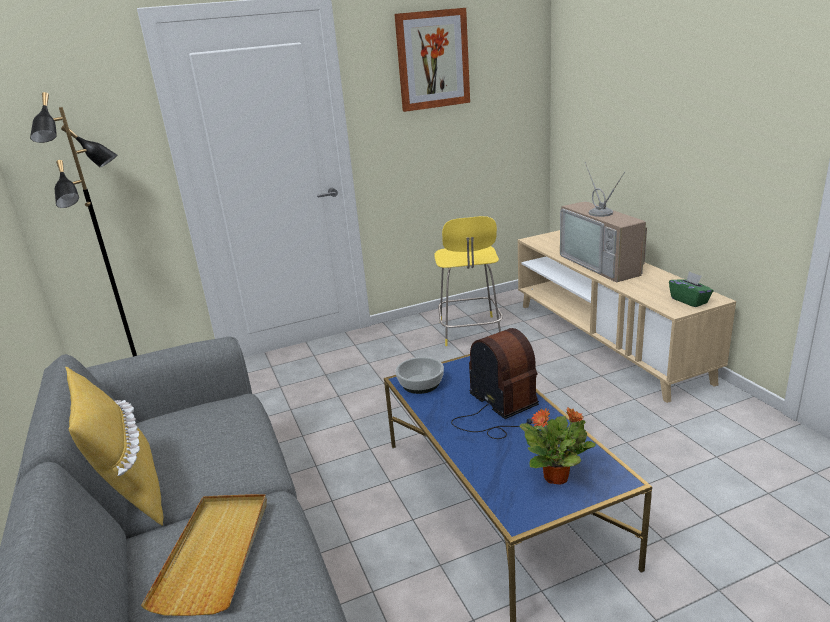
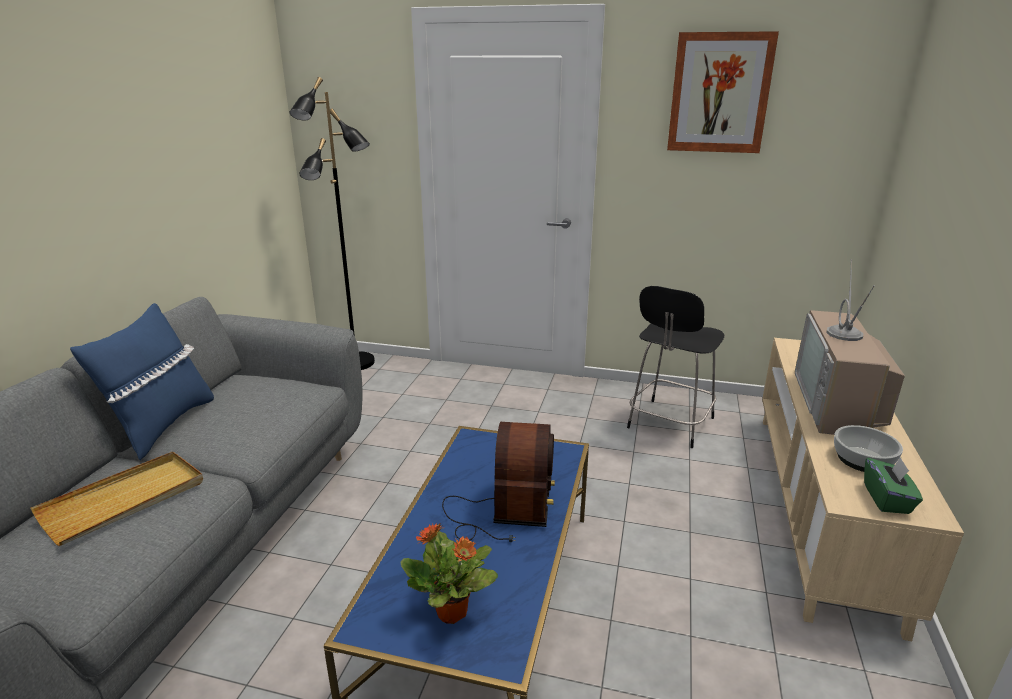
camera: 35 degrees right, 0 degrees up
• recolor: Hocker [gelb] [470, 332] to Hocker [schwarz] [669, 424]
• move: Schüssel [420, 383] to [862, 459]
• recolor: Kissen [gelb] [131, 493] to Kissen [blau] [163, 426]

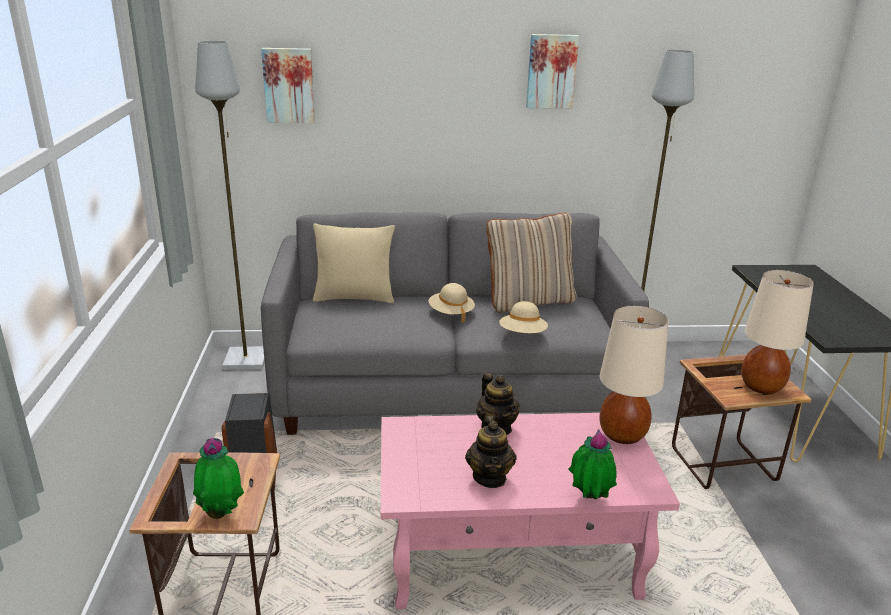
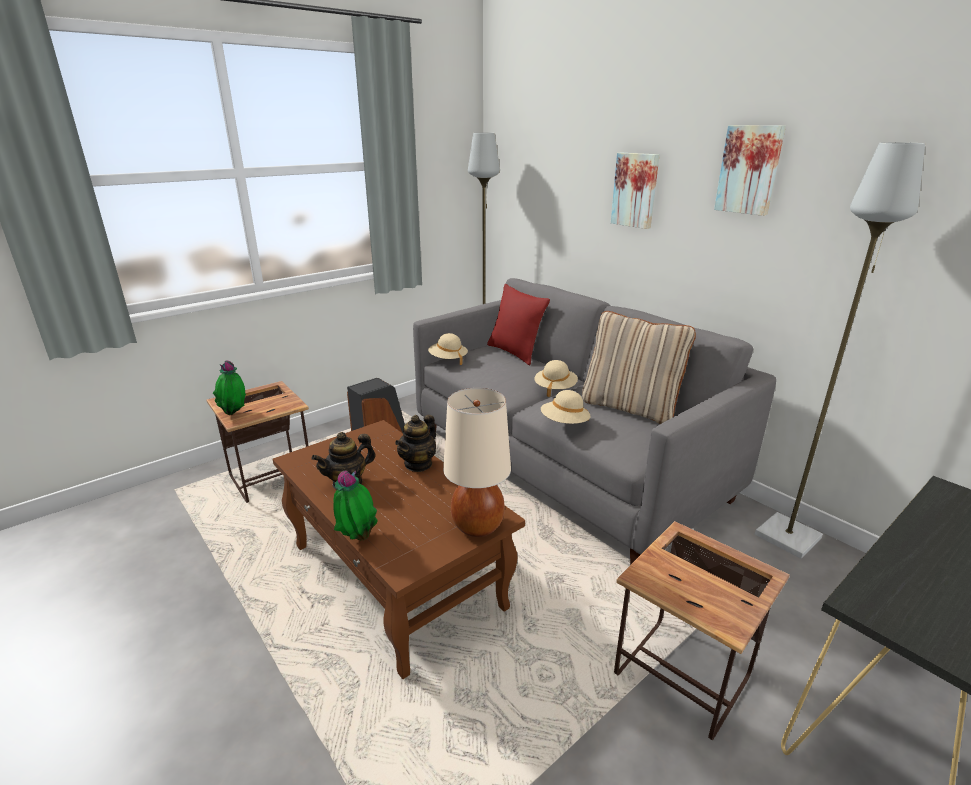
camera: 55 degrees right, 0 degrees up
• move: Bild [289, 85] to [636, 190]
• recolor: Kissen [beige] [354, 298] to Kissen [rot] [515, 353]
• delete: Tischlampe [beige] [761, 386]
• recolor: Couchtisch [rosa] [513, 553] to Couchtisch [braun] [397, 577]
• insert: Hut [beige] [448, 359]

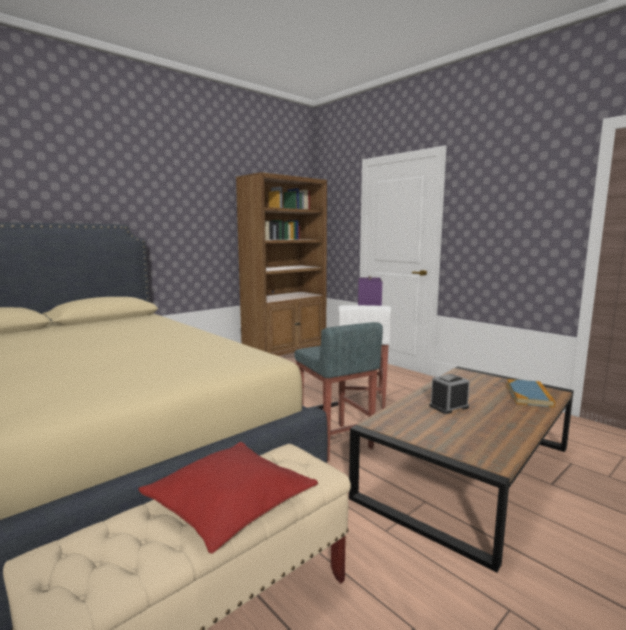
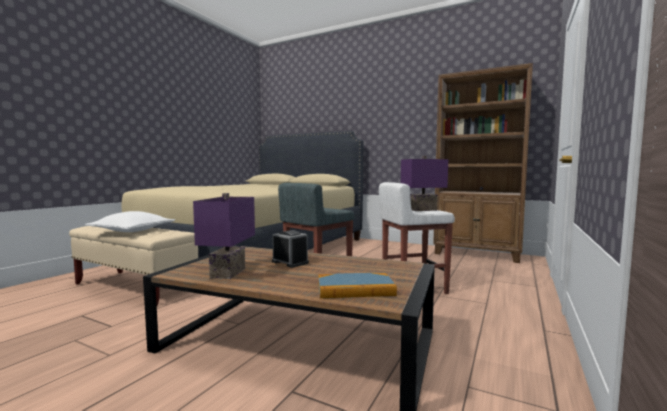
camera: 70 degrees right, 5 degrees down
• recolor: Kissen [rot] [230, 504] to Kissen [weiß] [132, 231]
• insert: Tischlampe [lila] [226, 273]

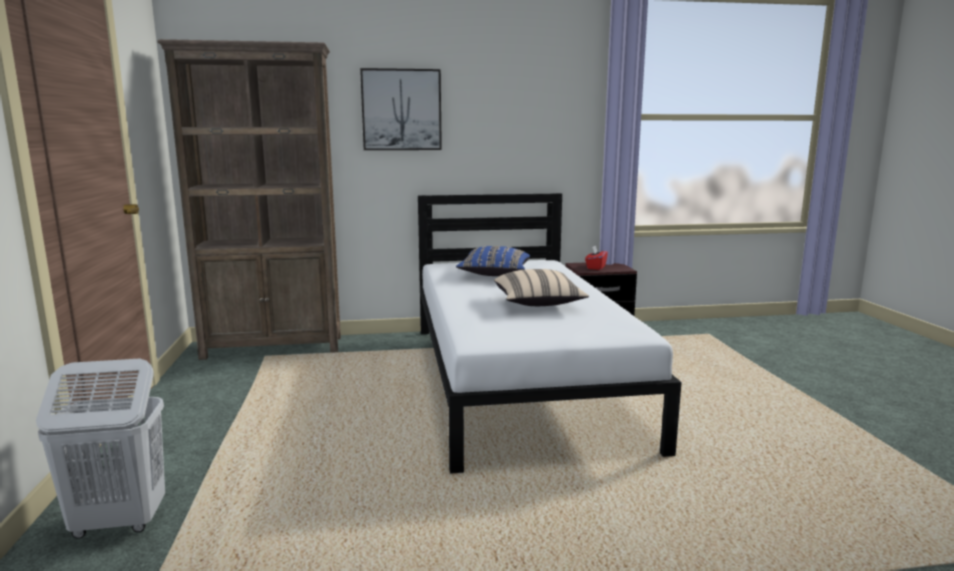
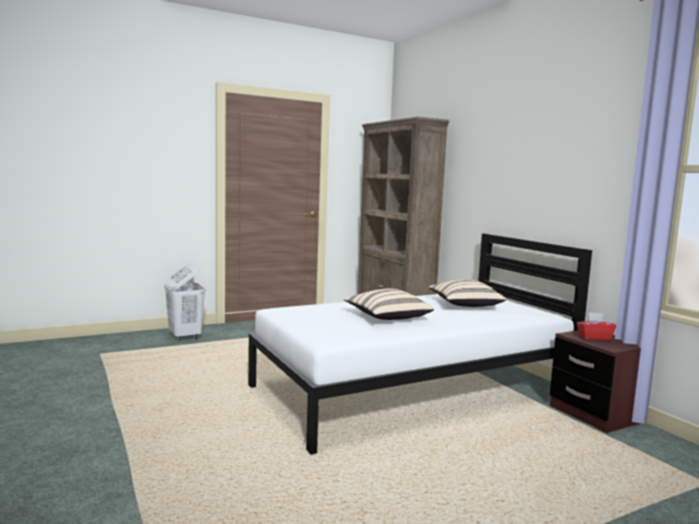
camera: 70 degrees right, 5 degrees down
• delete: Bild [401, 110]
• recolor: Kissen [blau] [494, 275] to Kissen [beige] [464, 305]

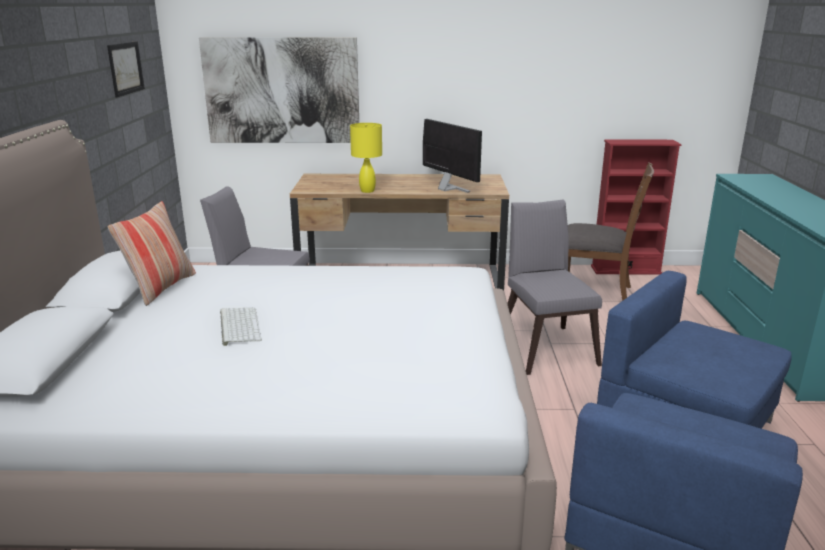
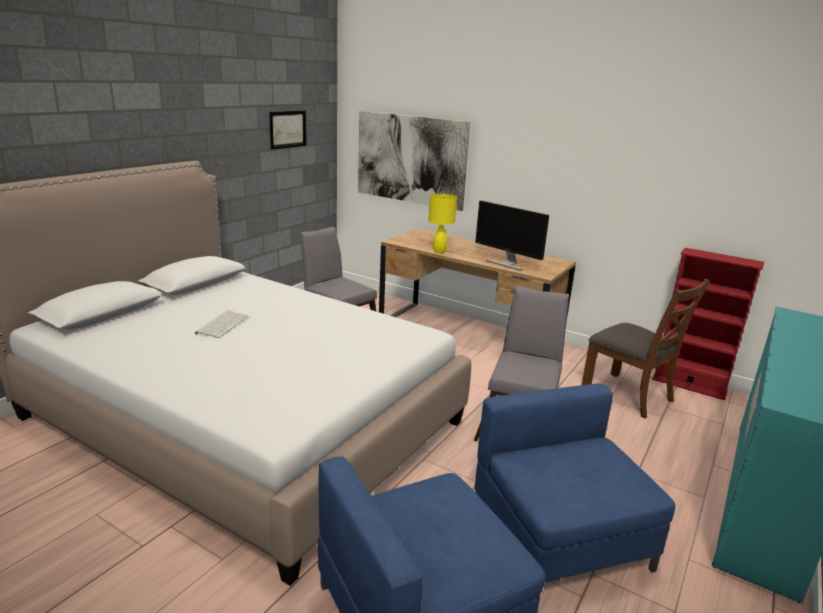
camera: 30 degrees right, 0 degrees up
• rotate: Monitor [449, 188] = [507, 264] 135 degrees clockwise
• delete: Kissen [161, 288]

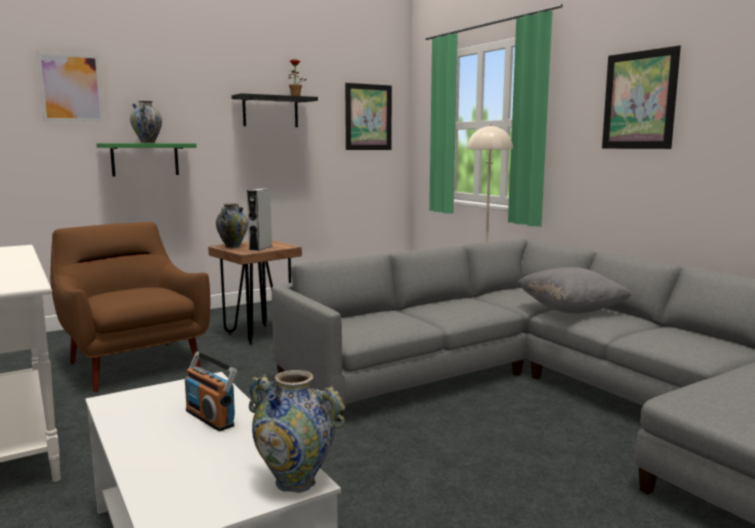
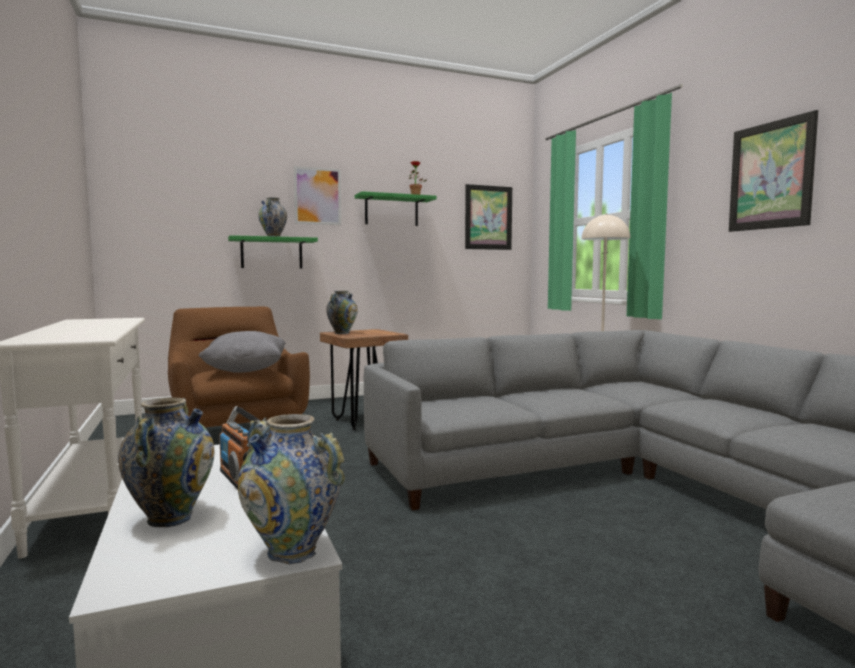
camera: 10 degrees right, 5 degrees down
• move: Bild [71, 88] to [317, 196]
• recolor: Wandregal [schwarz] [270, 111] to Wandregal [grün] [391, 211]
• delete: Lautsprecher [grau] [260, 248]
• move: Kissen [grau] [571, 310] to [246, 371]
• insert: Vase [170, 518]

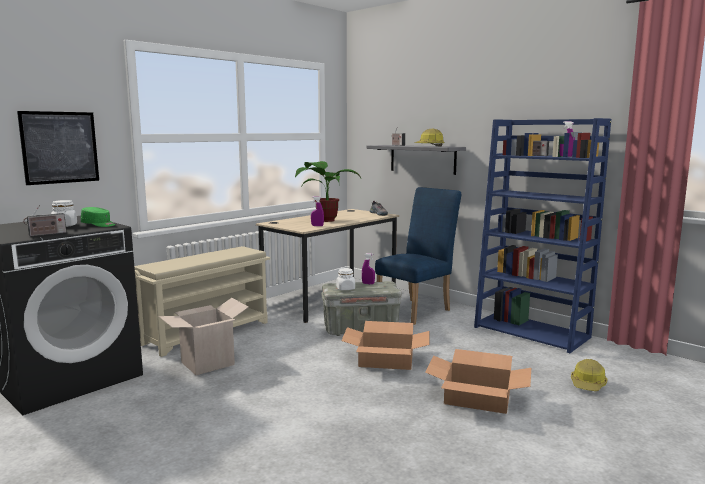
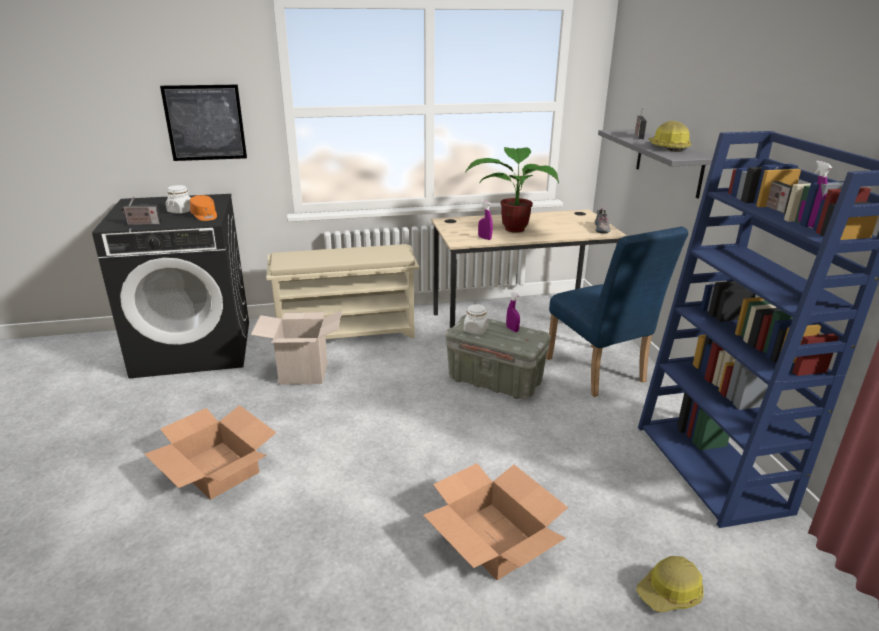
camera: 35 degrees right, 15 degrees up
• rotate: Stuhl [blau] [417, 310] = [599, 373] 75 degrees clockwise
• recolor: Kappe [grün] [99, 225] to Kappe [orange] [205, 216]
• move: Karton [386, 360] to [217, 469]

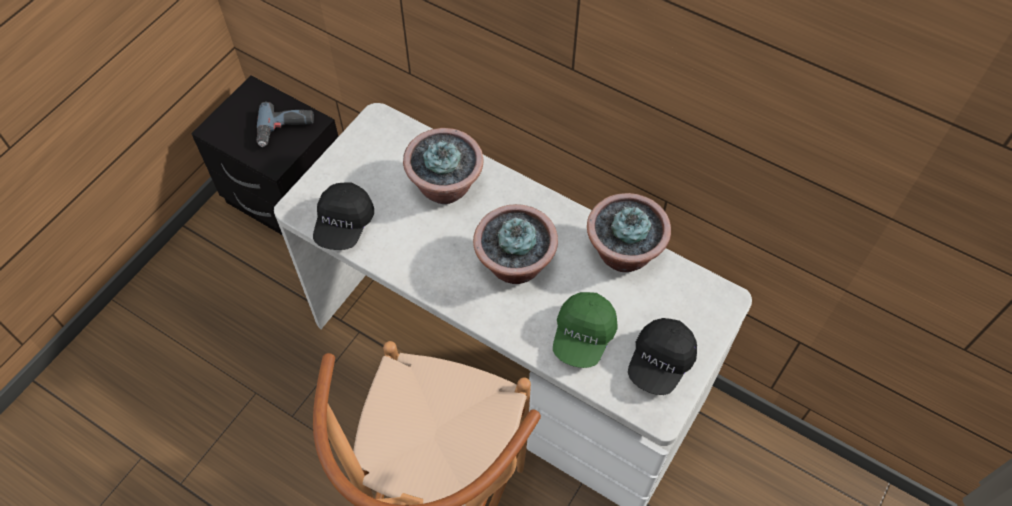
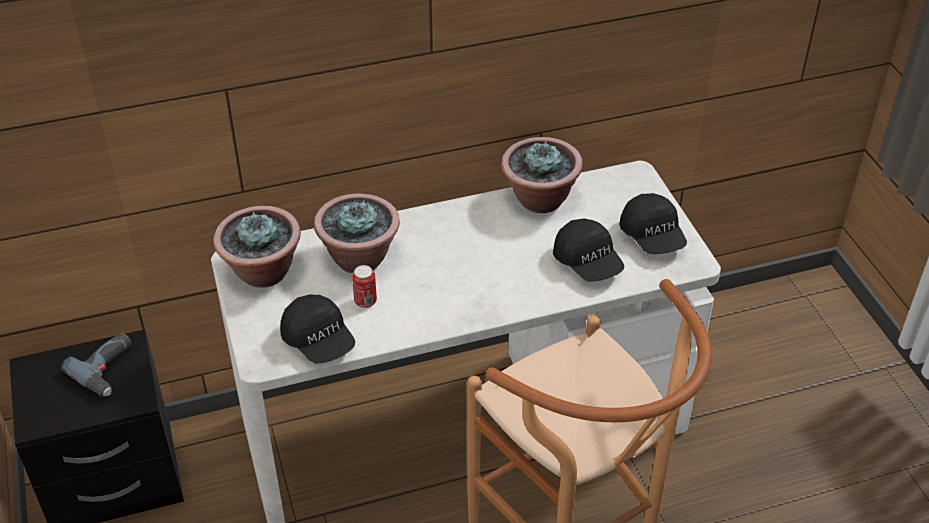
camera: 50 degrees left, 15 degrees down
• move: Topfpflanze [514, 265] to [262, 272]
• recolor: Kappe [grün] [583, 336] to Kappe [schwarz] [588, 263]
• insert: Dose [365, 301]

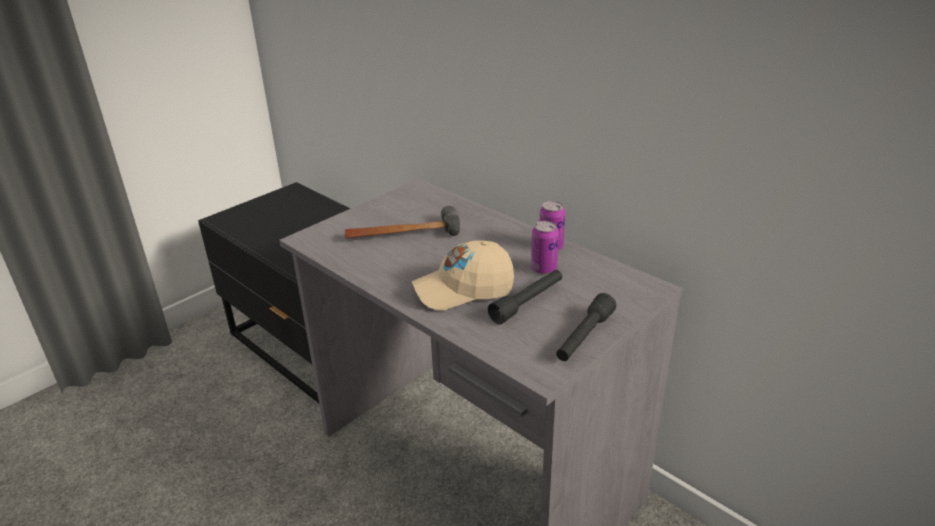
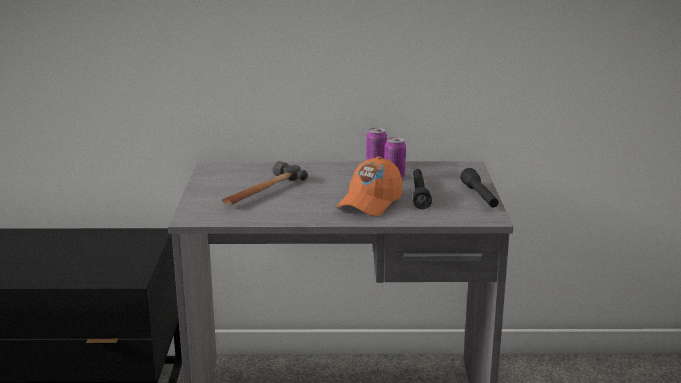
camera: 45 degrees left, 10 degrees down
• recolor: Kappe [beige] [463, 290] to Kappe [orange] [370, 203]

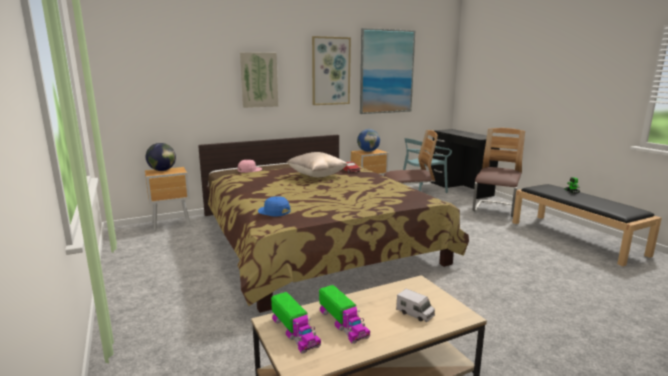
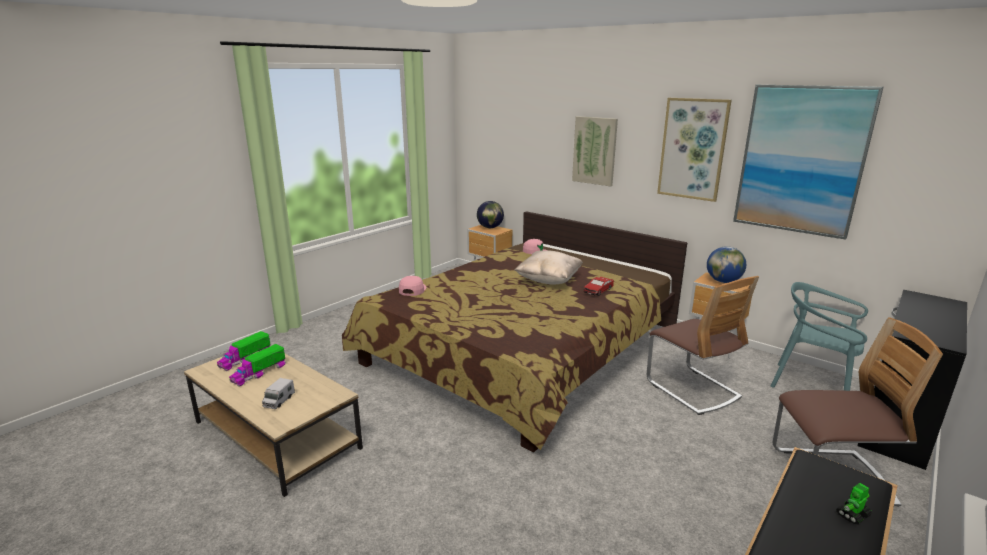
camera: 65 degrees right, 5 degrees up
• recolor: Kappe [blau] [274, 211] to Kappe [rosa] [412, 290]

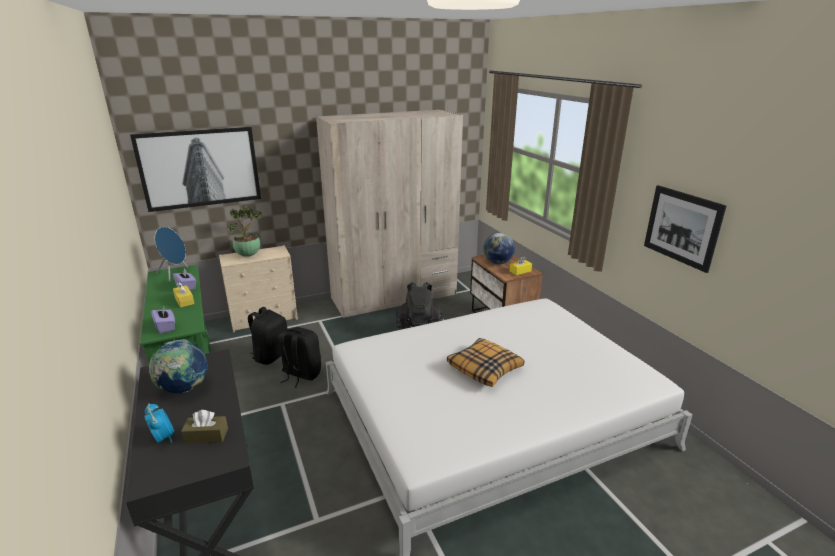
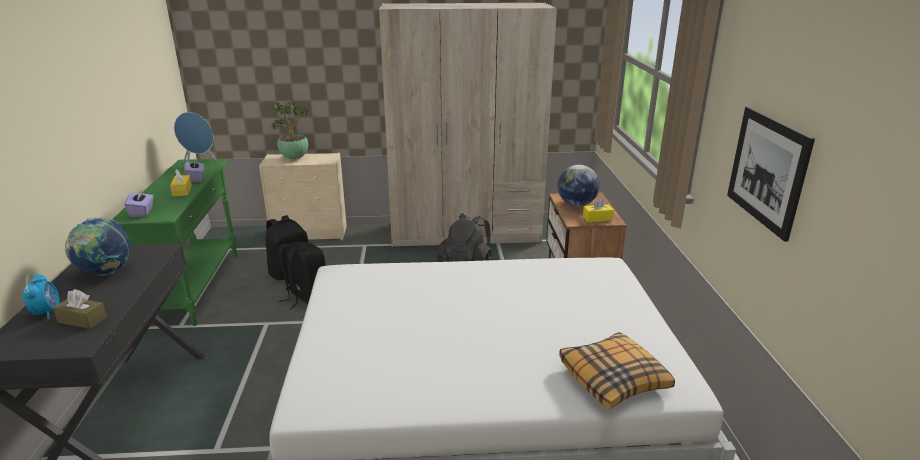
camera: 20 degrees right, 0 degrees up
• delete: Bild [200, 168]
• move: Kissen [485, 368] to [614, 378]

